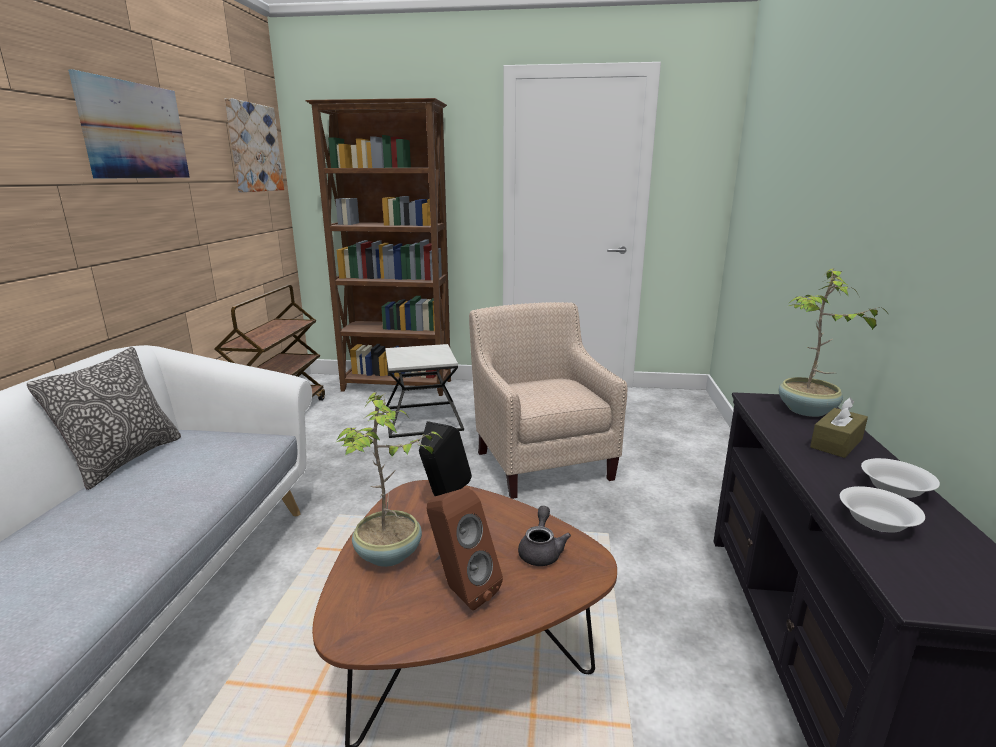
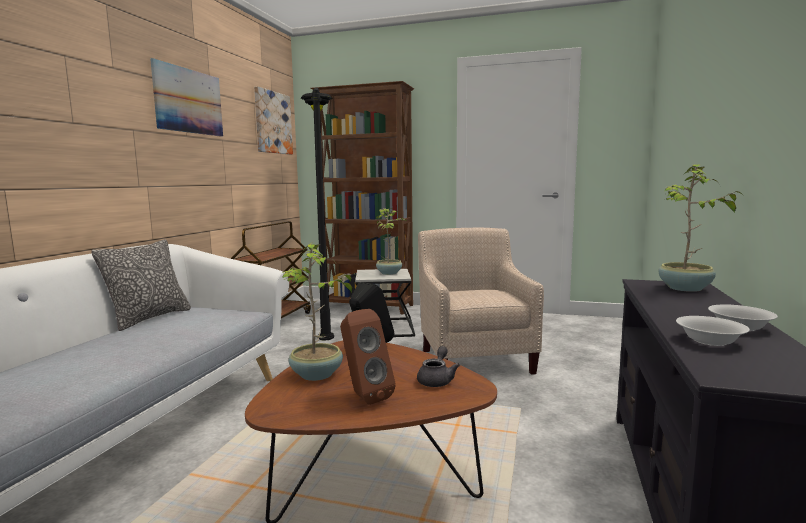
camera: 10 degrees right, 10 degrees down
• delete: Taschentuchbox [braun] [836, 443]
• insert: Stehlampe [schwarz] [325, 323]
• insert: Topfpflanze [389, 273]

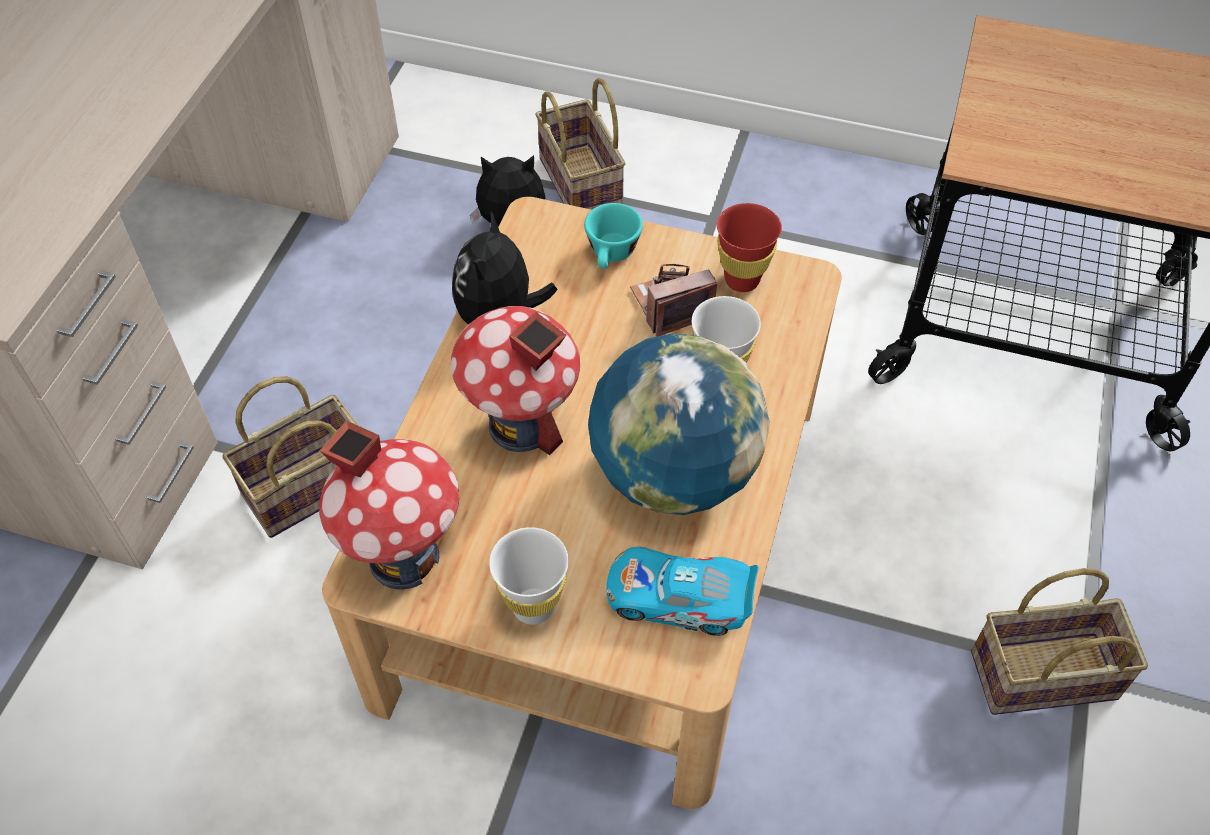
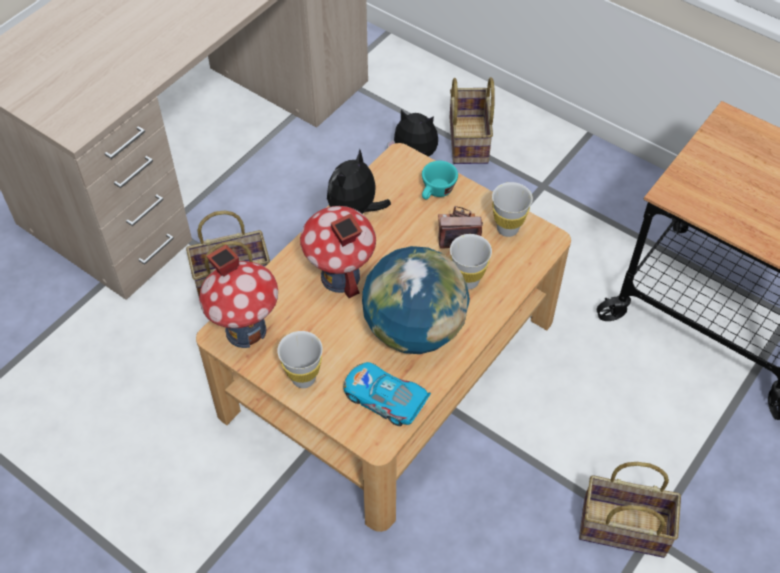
camera: 20 degrees right, 0 degrees up
• recolor: Tasse [rot] [742, 280] to Tasse [weiß] [507, 229]

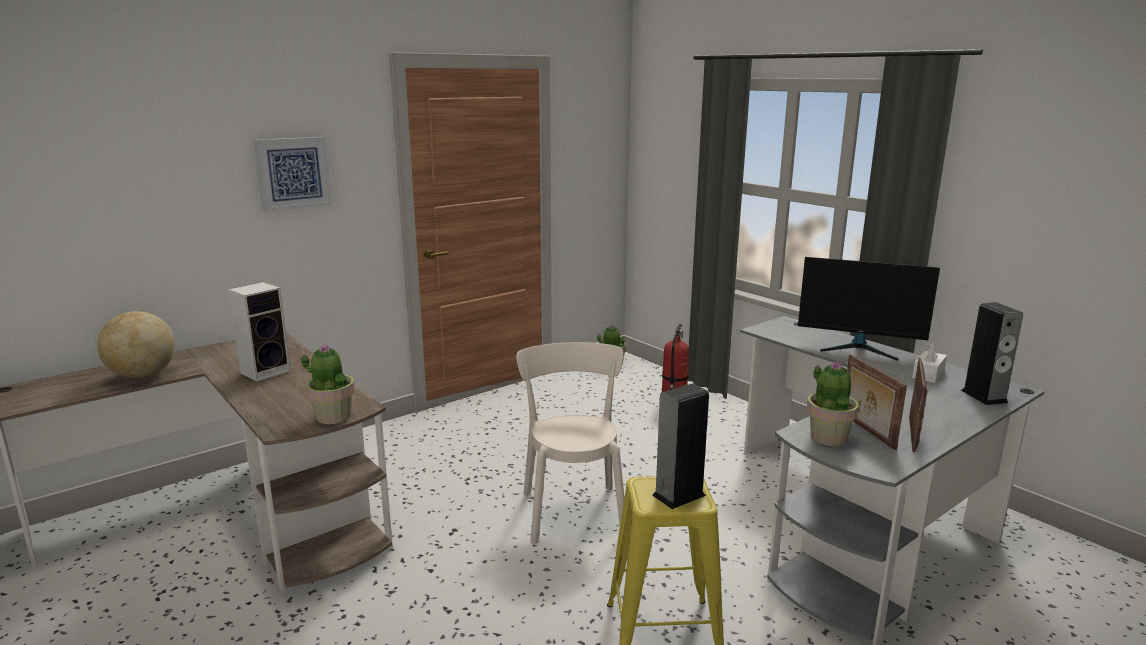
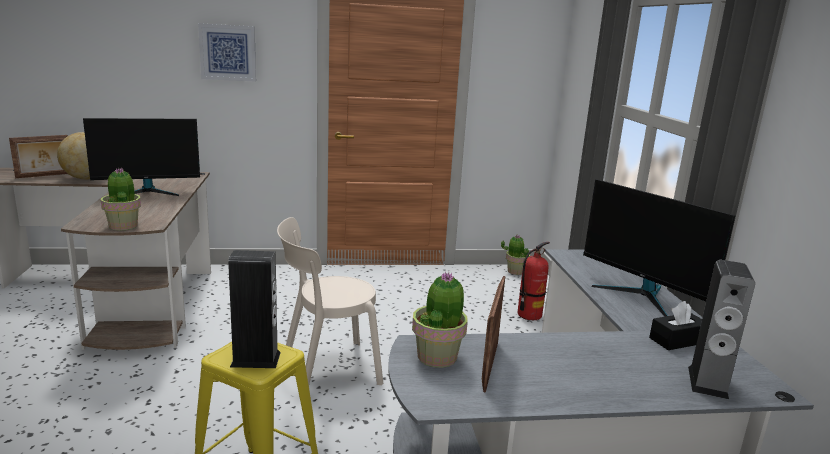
camera: 30 degrees right, 0 degrees up
• replace: Lautsprecher [266, 371] to Monitor [148, 192]
• rotate: Stuhl [beige] [572, 510] = [326, 369] 135 degrees counterclockwise
• recolor: Taschentuchbox [weiß] [928, 374] to Taschentuchbox [schwarz] [677, 340]
• move: Bilderrahmen [913, 433] to [44, 175]

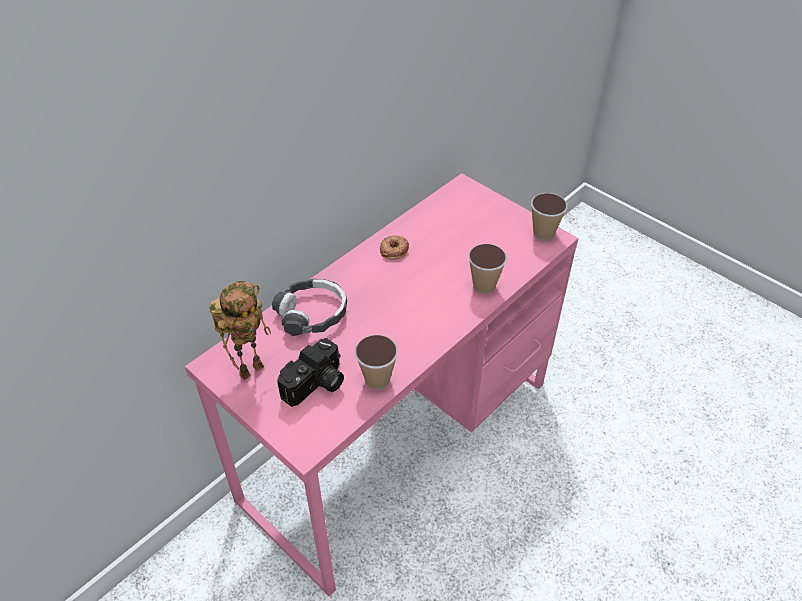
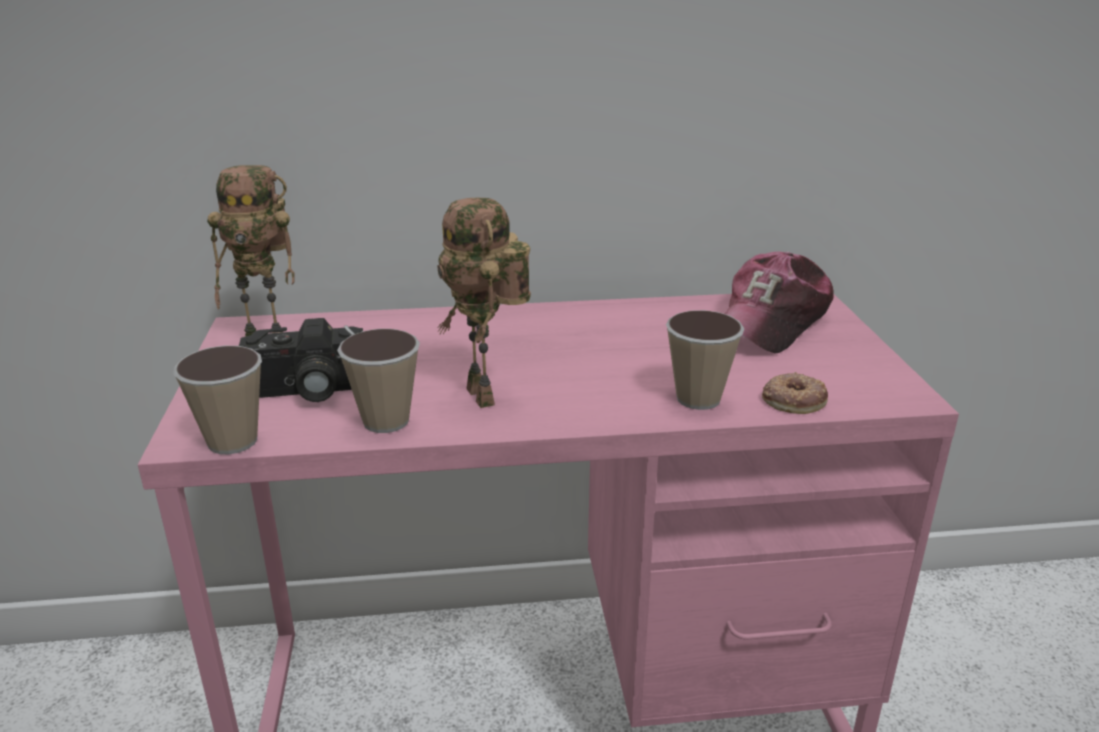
camera: 40 degrees right, 20 degrees down
• move: Tasse [543, 233] to [232, 441]
• move: Donut [393, 250] to [793, 399]
• delete: Kopfhörer [312, 313]
• insert: Spielzeugroboter [487, 397]
• insert: Kappe [771, 322]

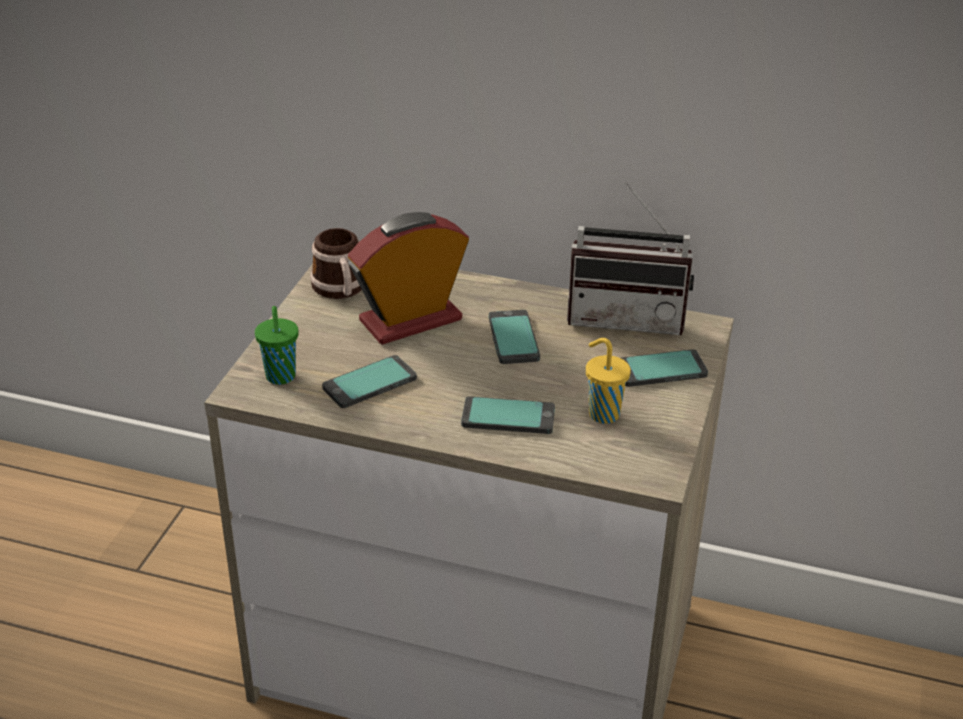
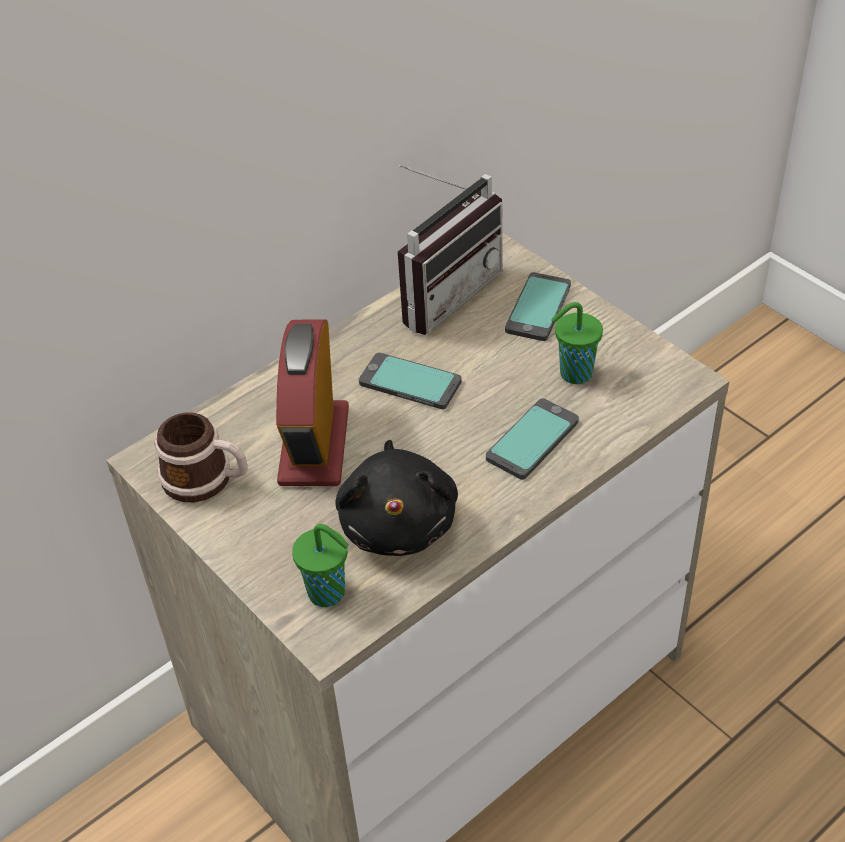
camera: 55 degrees left, 10 degrees up
• recolor: Tasse [gelb] [602, 413] to Tasse [grün] [574, 374]
• replace: Handy [370, 384] to Plüschtier [schwarz] [399, 522]

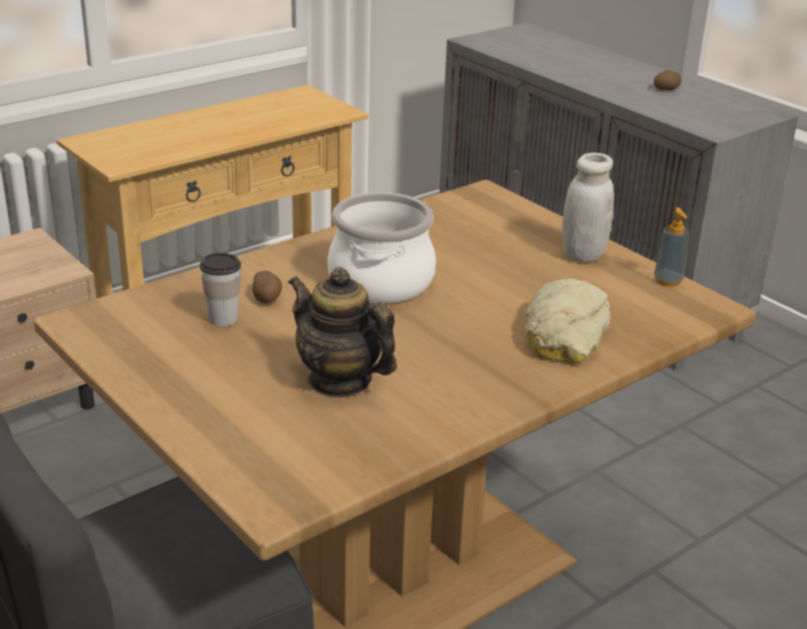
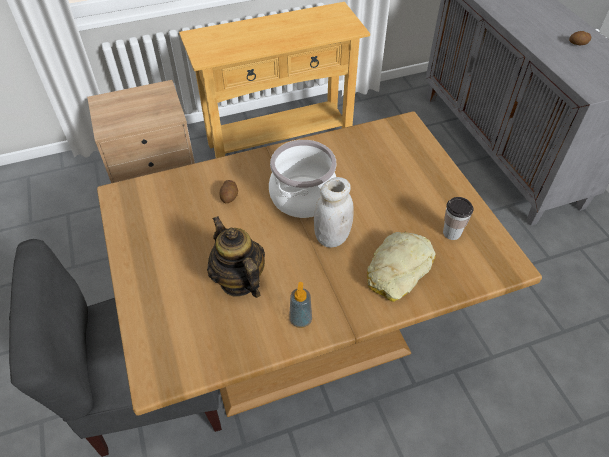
camera: 20 degrees right, 20 degrees up
• move: Vorratsglas [weiß] [583, 254] to [332, 237]
• move: Seifenspender [668, 281] to [300, 320]
• move: Tasse [223, 319] to [451, 233]

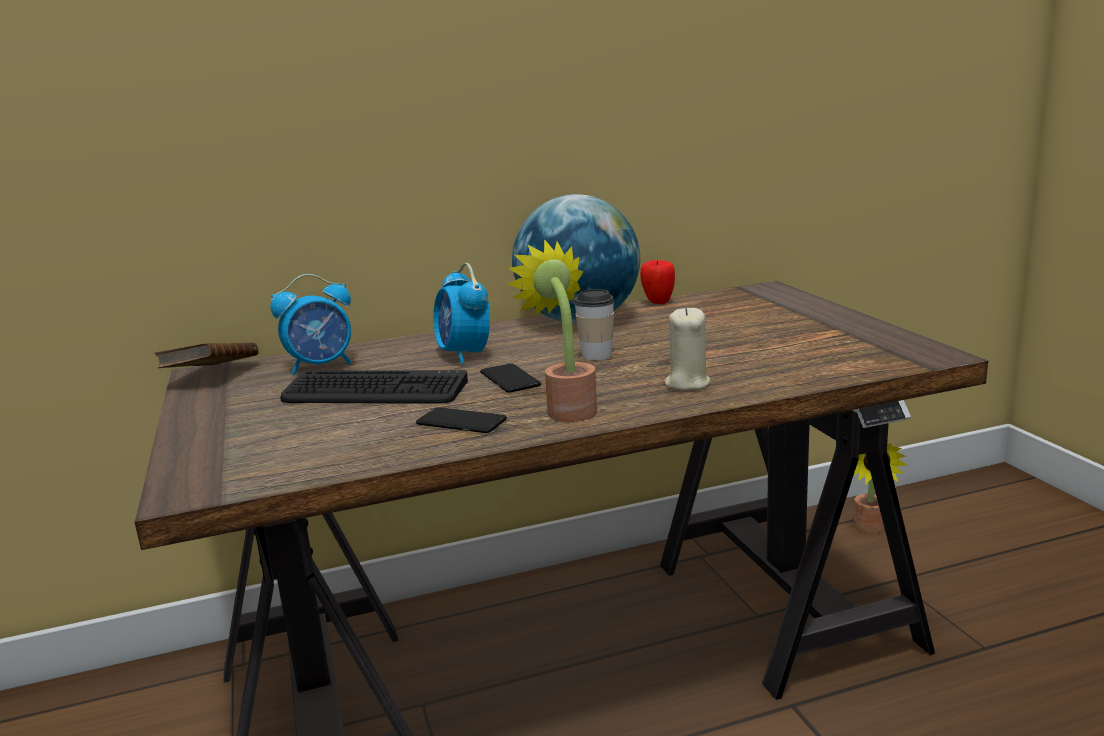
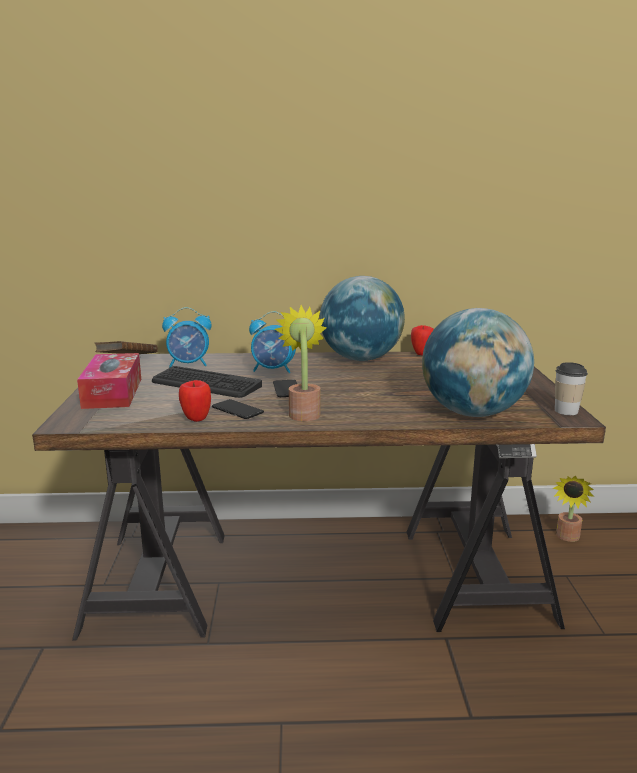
camera: 15 degrees right, 0 degrees up
• rotate: Wecker [464, 355] = [273, 370] 75 degrees counterclockwise
• move: Tasse [596, 355] to [566, 411]
• delete: Kerze [beige] [687, 383]
• insert: Globus [472, 413]
• insert: Taschentuchbox [113, 393]
• insert: Apfel [196, 419]

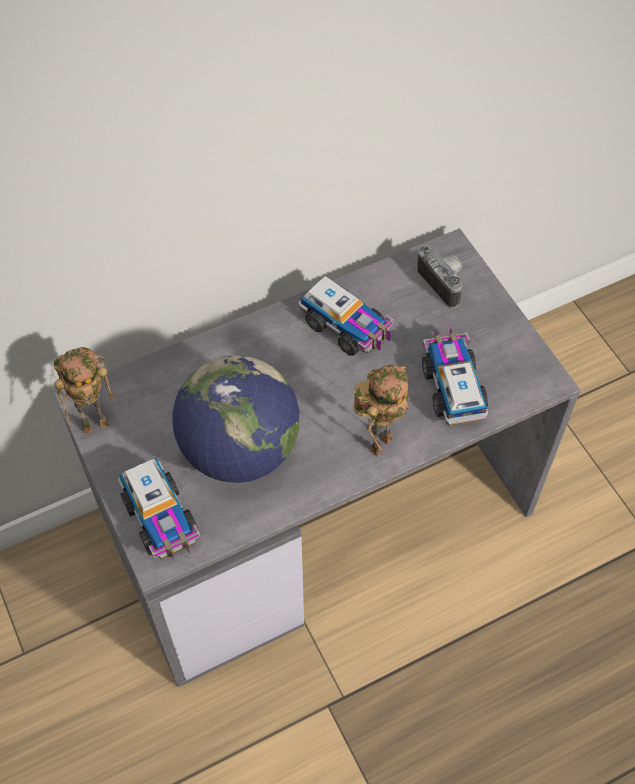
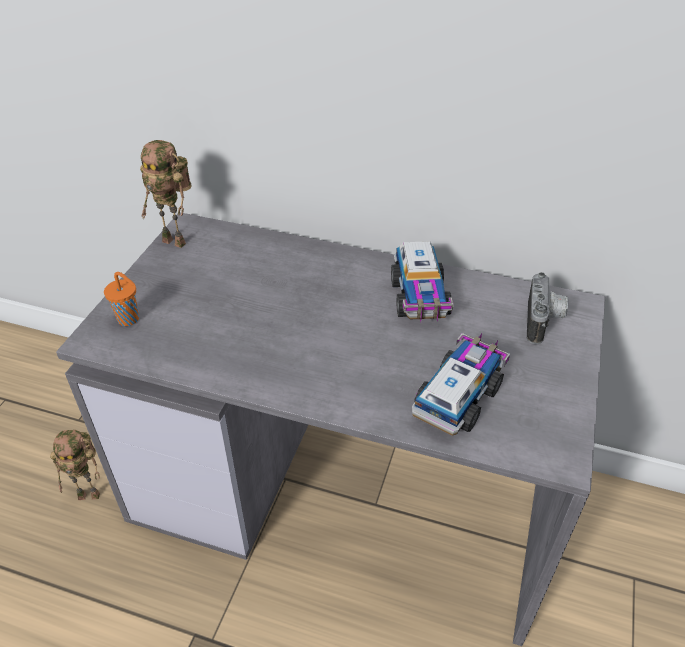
camera: 45 degrees right, 15 degrees down
• delete: Globus [240, 449]
• move: Spielzeugroboter [379, 441] to [91, 494]
• replace: Spielzeuglaster [161, 519] to Tasse [orange] [129, 319]

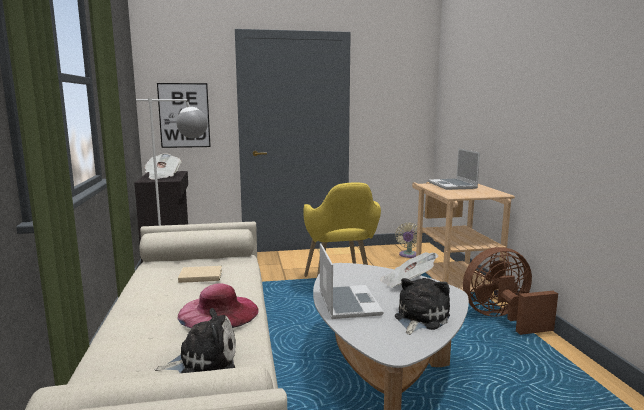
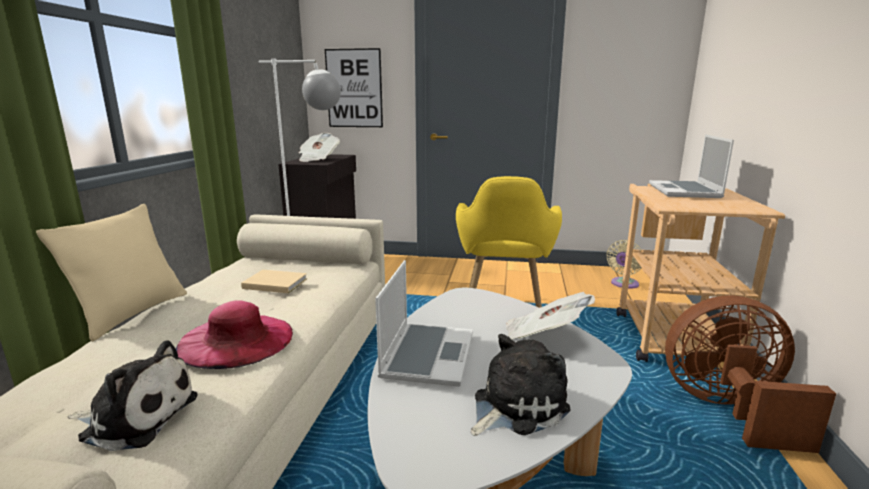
camera: 20 degrees right, 5 degrees up
• insert: Kissen [beige] [132, 313]

